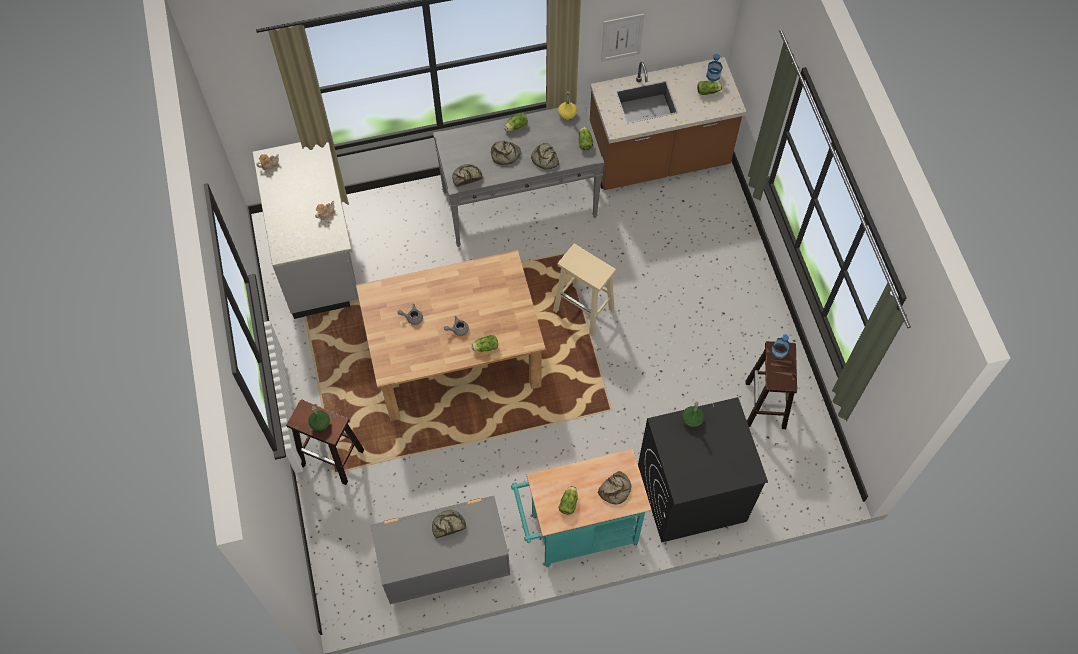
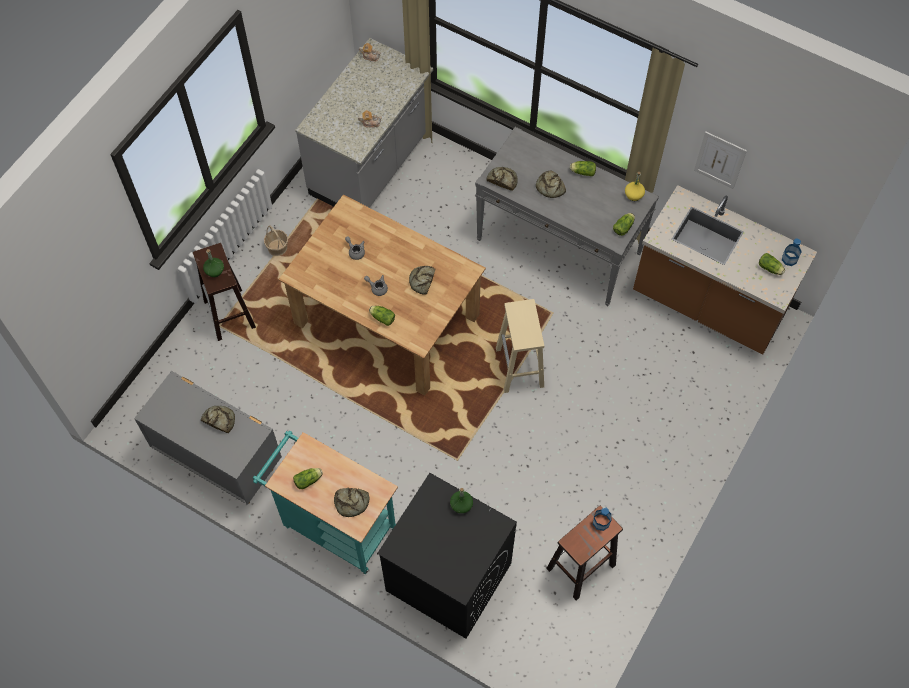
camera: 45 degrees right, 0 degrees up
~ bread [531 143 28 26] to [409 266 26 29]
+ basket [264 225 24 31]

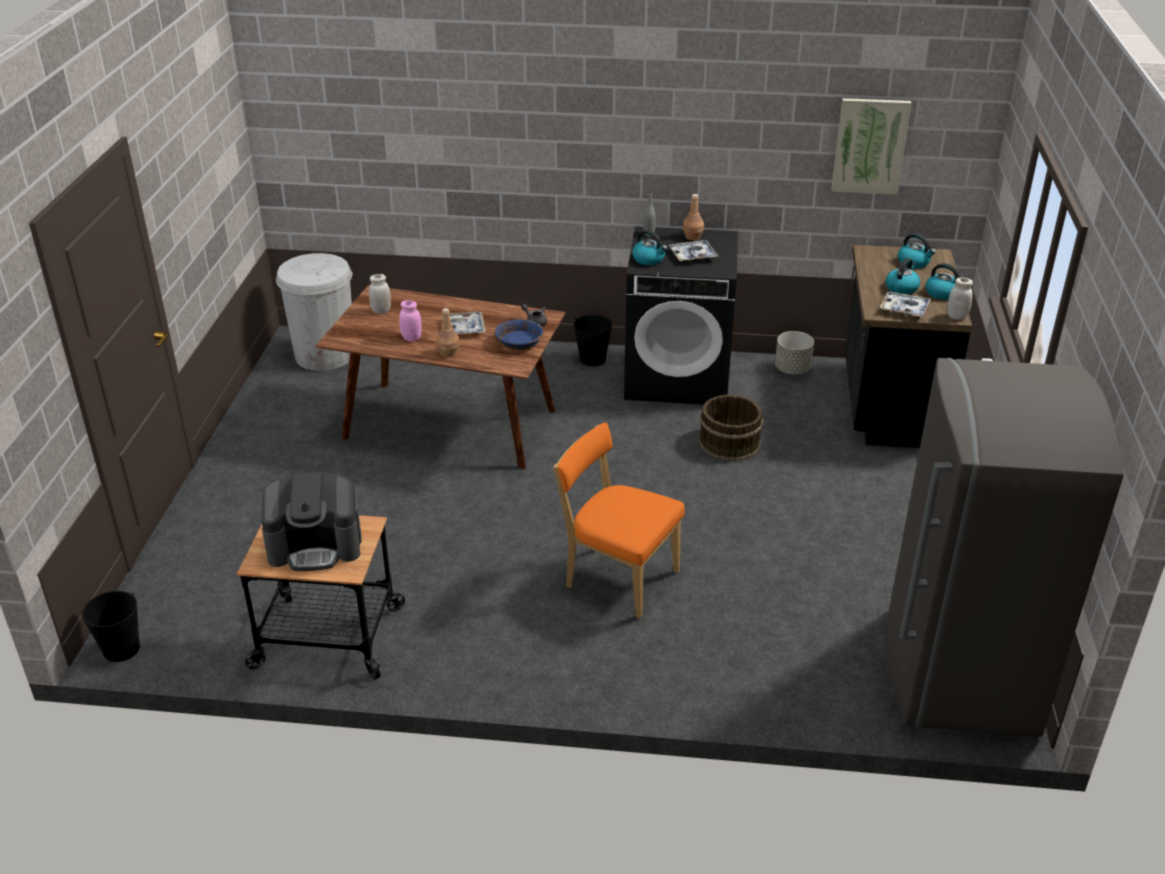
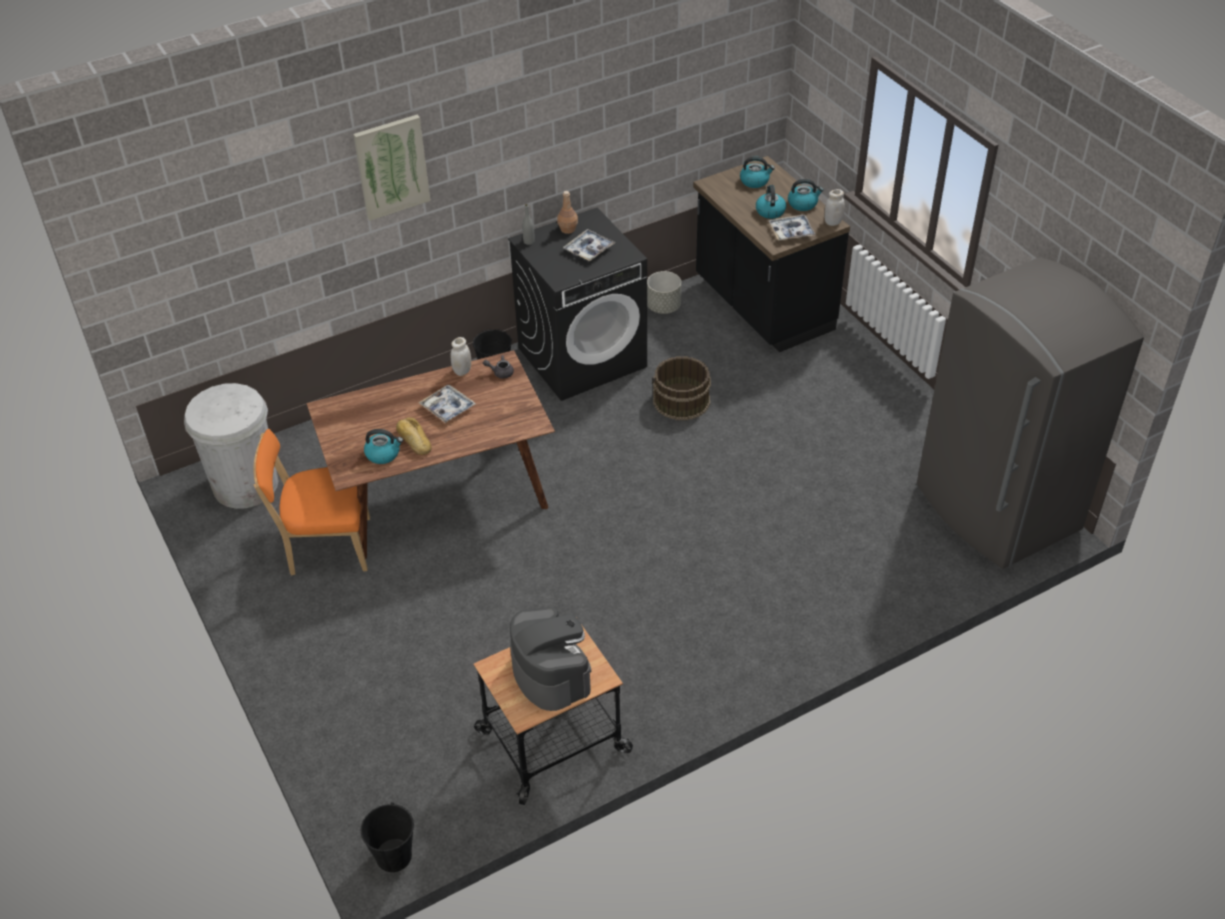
camera: 35 degrees left, 10 degrees up
~ coffee machine [261 472 101 99] = [510 607 81 104] 75 degrees counterclockwise
~ white jar [369 274 22 40] to [451 337 20 39]
~ pink jar [399 300 23 42] to bread [396 417 36 38]
- brown bottle [436 308 24 49]
- blue bowl [495 319 48 31]
~ orange chair [553 422 132 197] to [253 429 117 147]
~ kettle [632 230 35 35] to [364 429 39 35]
~ picture [831 98 80 97] to [353 115 78 106]

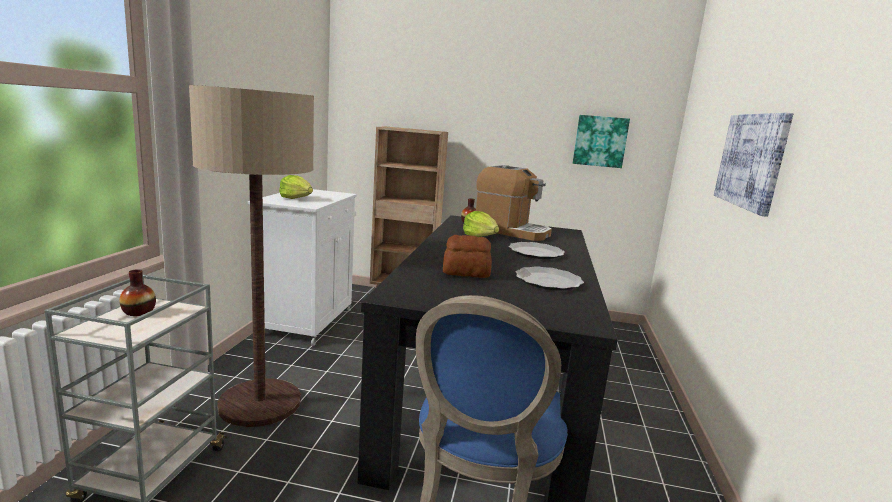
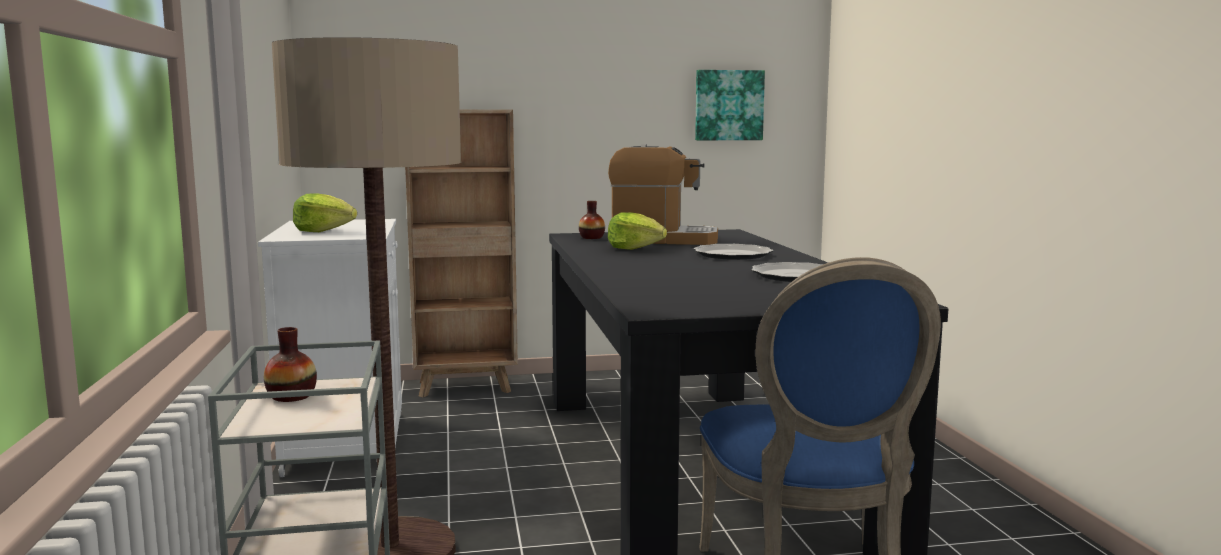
camera: 20 degrees left, 5 degrees down
- bread [443 235 49 43]
- picture [714 113 80 104]

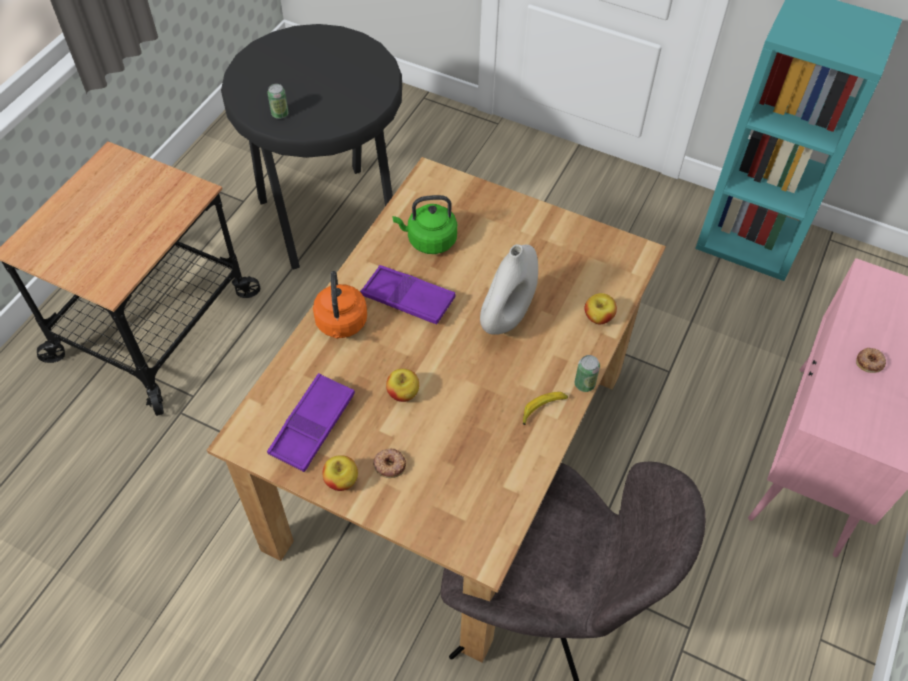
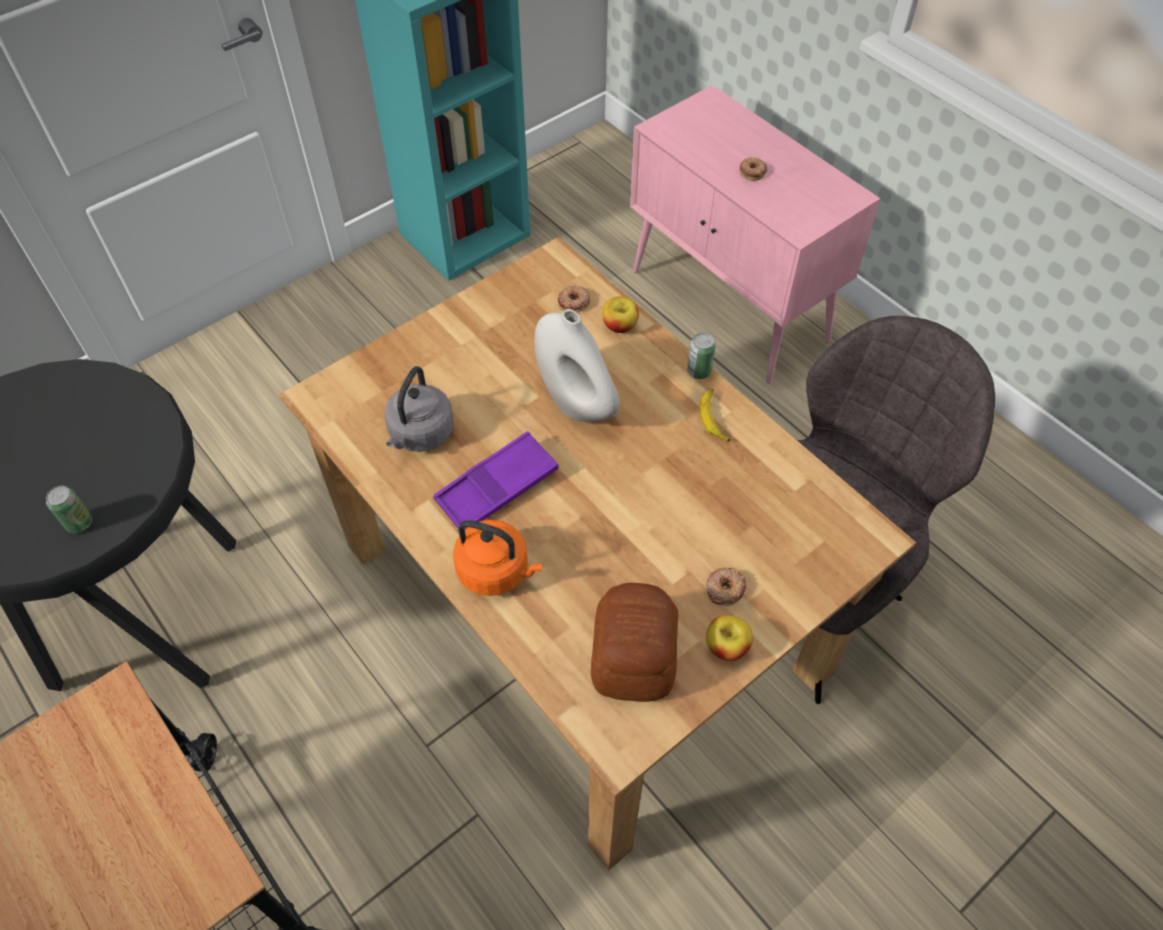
camera: 65 degrees left, 0 degrees up
~ purple tray [267 373 88 99] to bread [591 583 87 119]
- apple [386 369 33 33]
~ green kettle [392 195 65 59] to grey kettle [385 366 69 86]
+ donut [558 285 32 27]

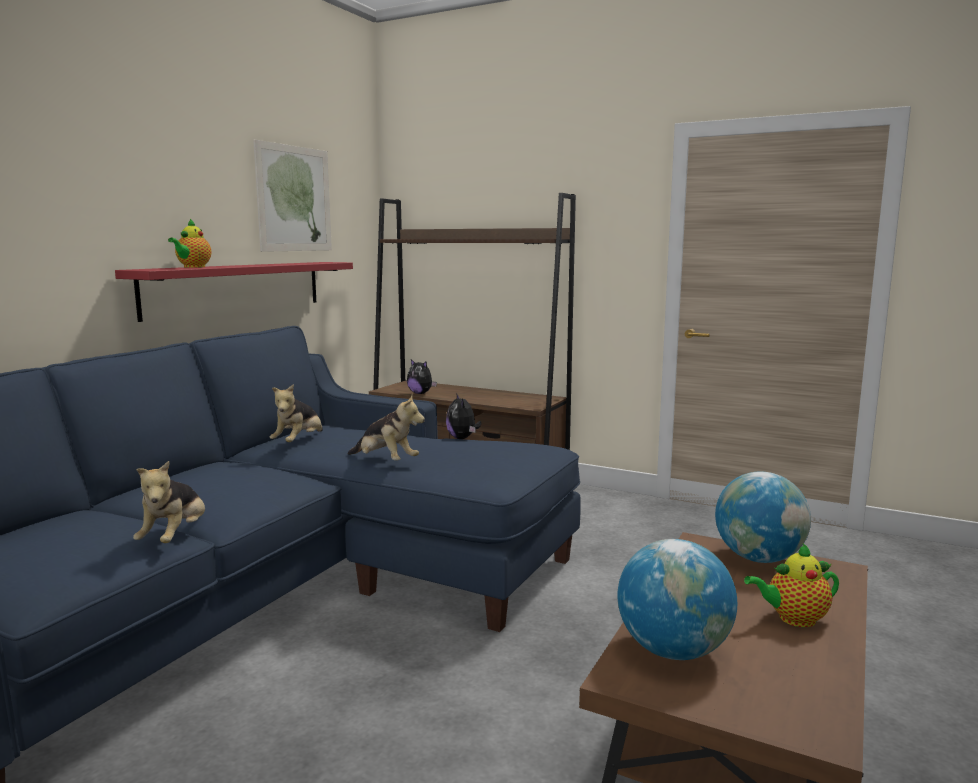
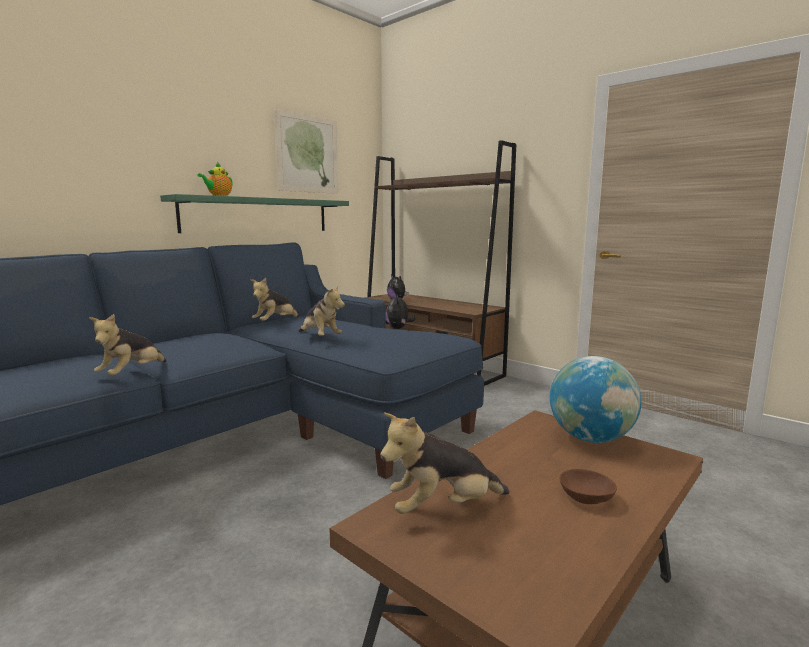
camera: 15 degrees right, 0 degrees up
~ red shelf [115 262 238 60] to green shelf [160 194 189 39]
~ globe [618 539 119 121] to plush toy [381 412 129 102]
~ teapot [744 544 95 83] to brown bowl [560 469 57 35]

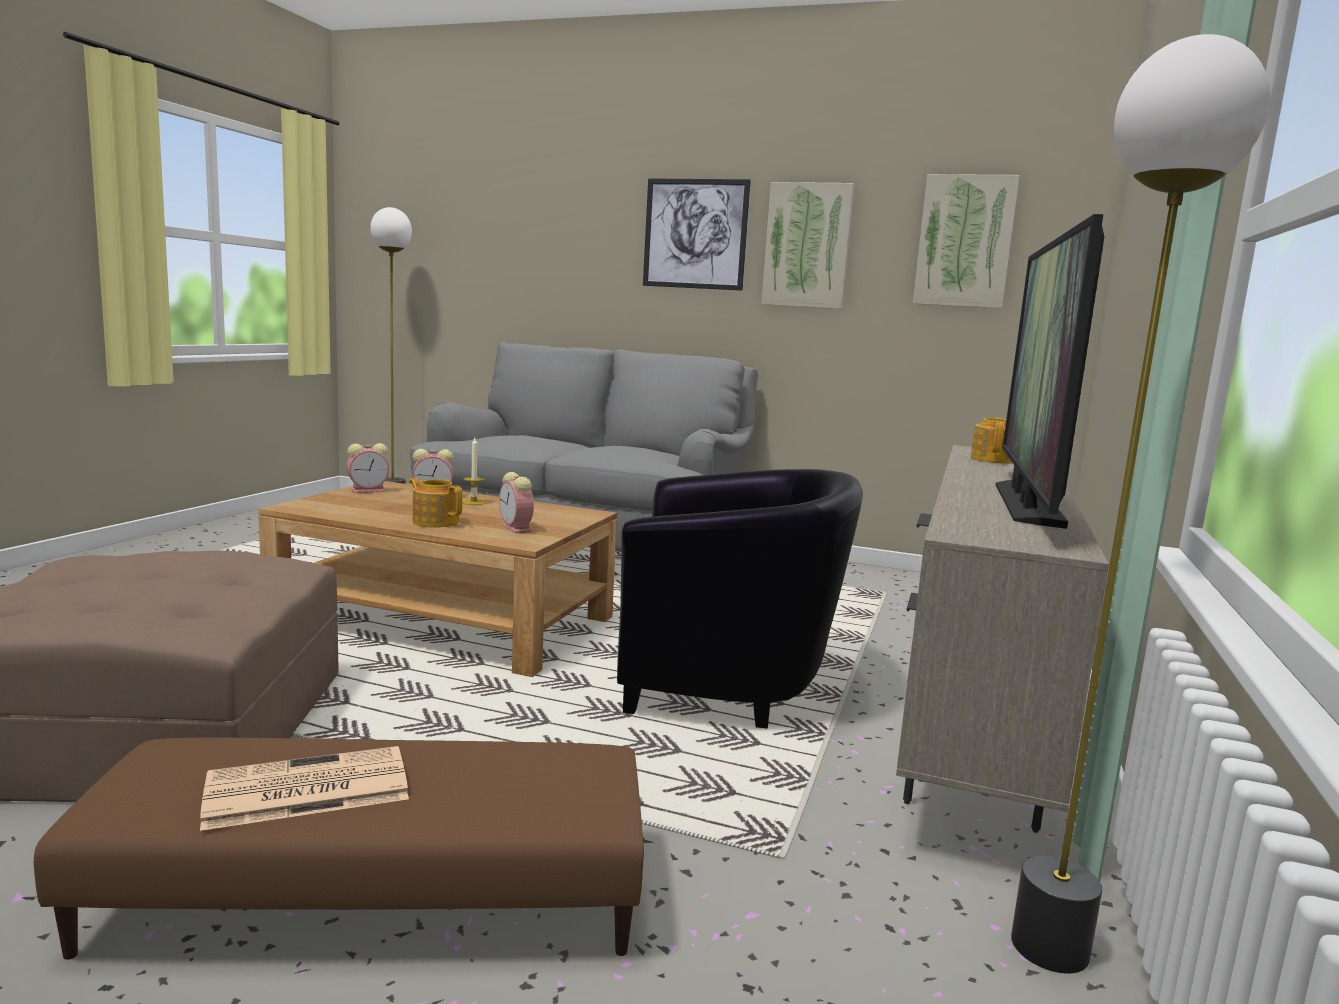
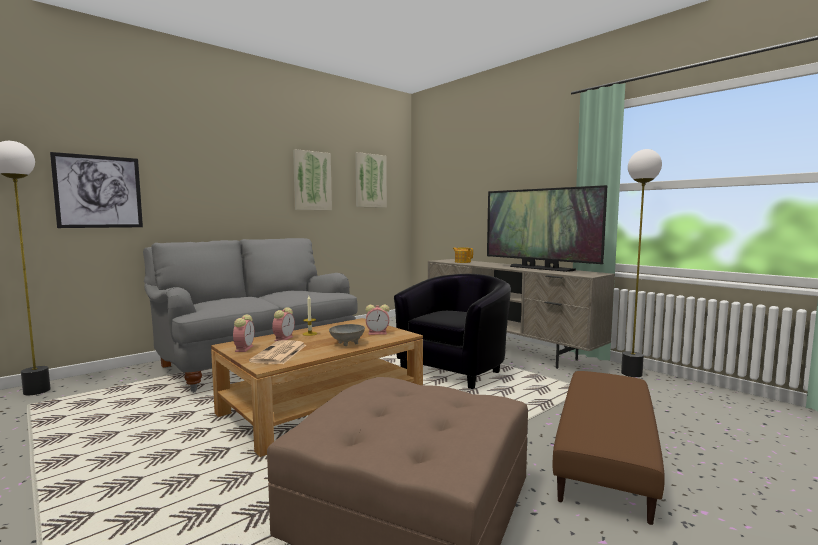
camera: 60 degrees left, 5 degrees down
~ newspaper [200 746 209 85] to [249 340 57 24]
~ teapot [409 478 54 50] to grey bowl [329 324 36 22]
~ picture [643 178 108 113] to [50 152 93 76]

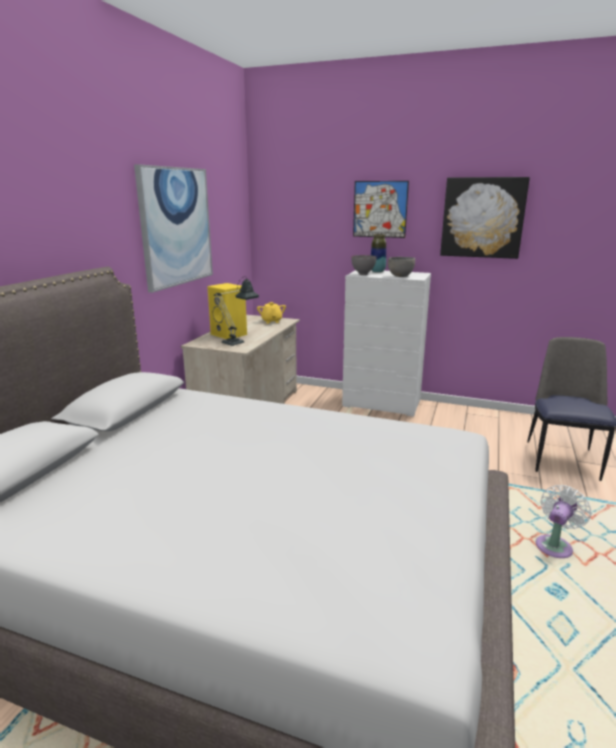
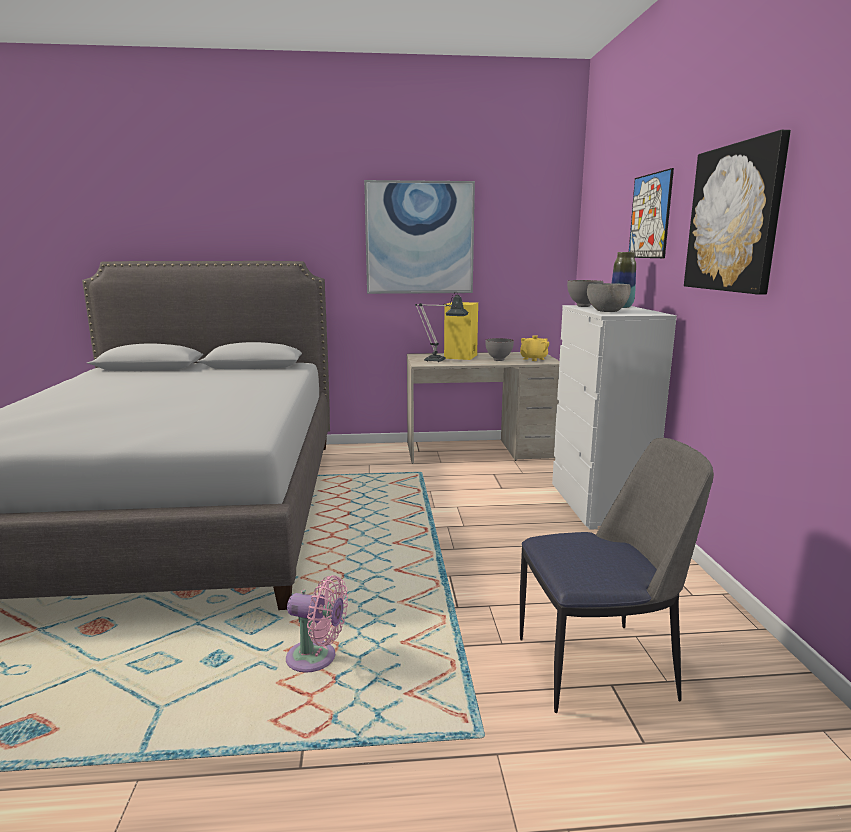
camera: 65 degrees right, 5 degrees down
~ white fan [536 485 56 73] to pink fan [286 575 62 98]
+ grey bowl [485 338 29 23]

